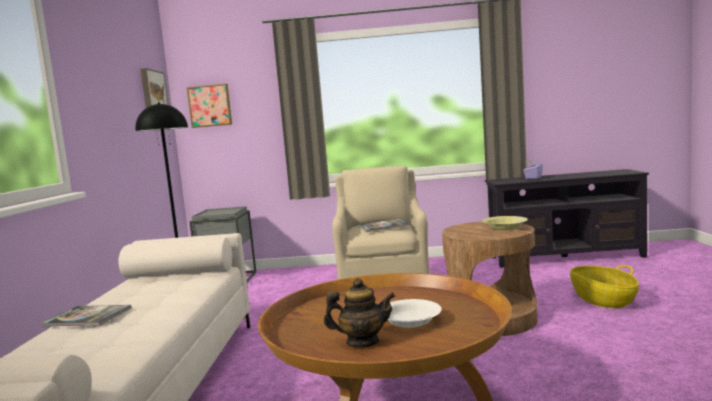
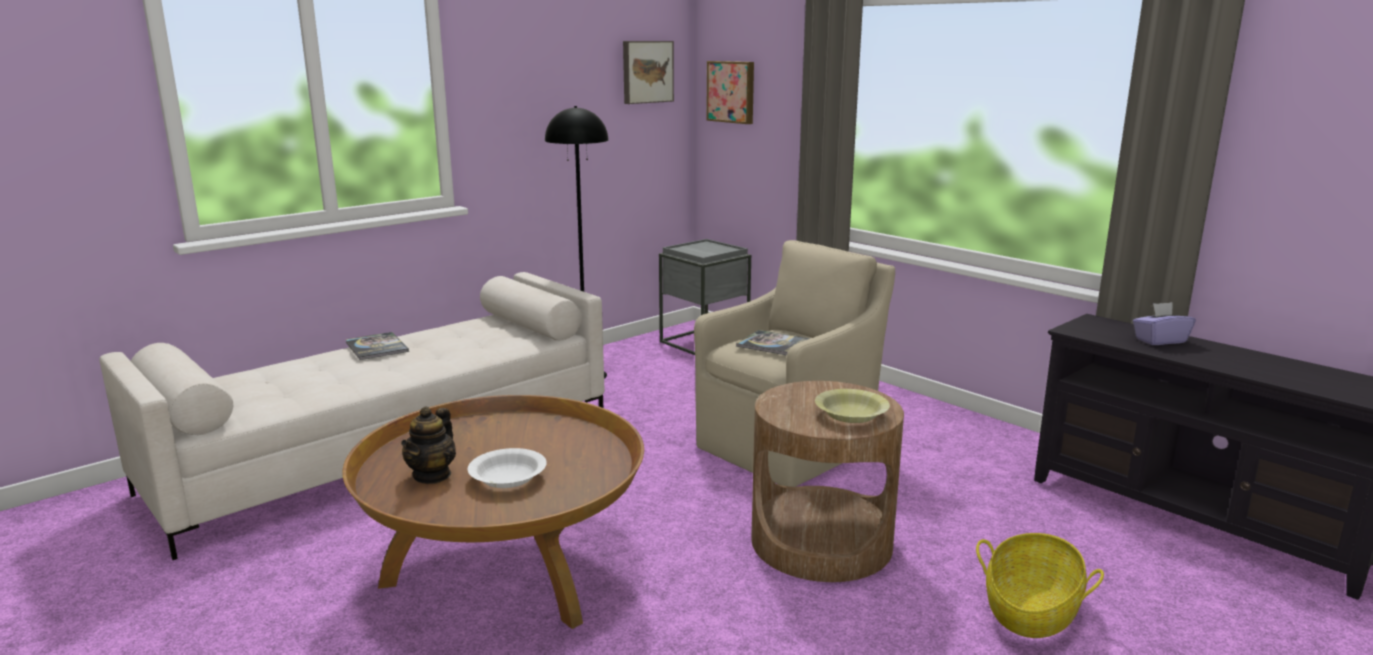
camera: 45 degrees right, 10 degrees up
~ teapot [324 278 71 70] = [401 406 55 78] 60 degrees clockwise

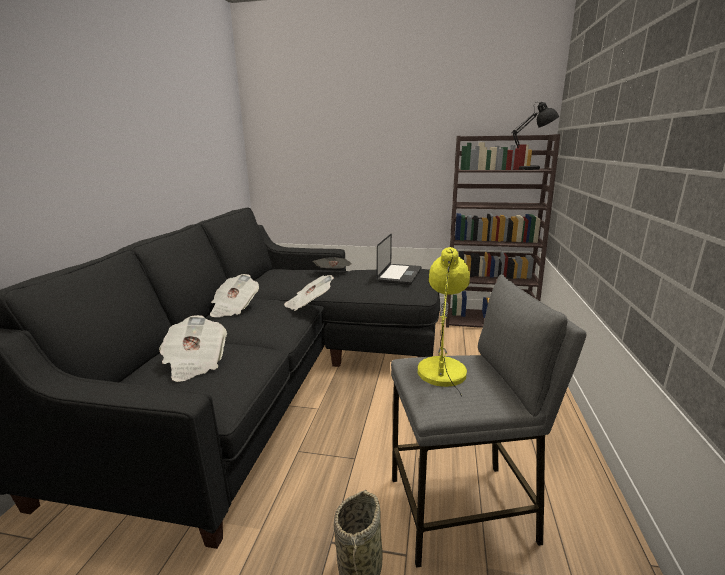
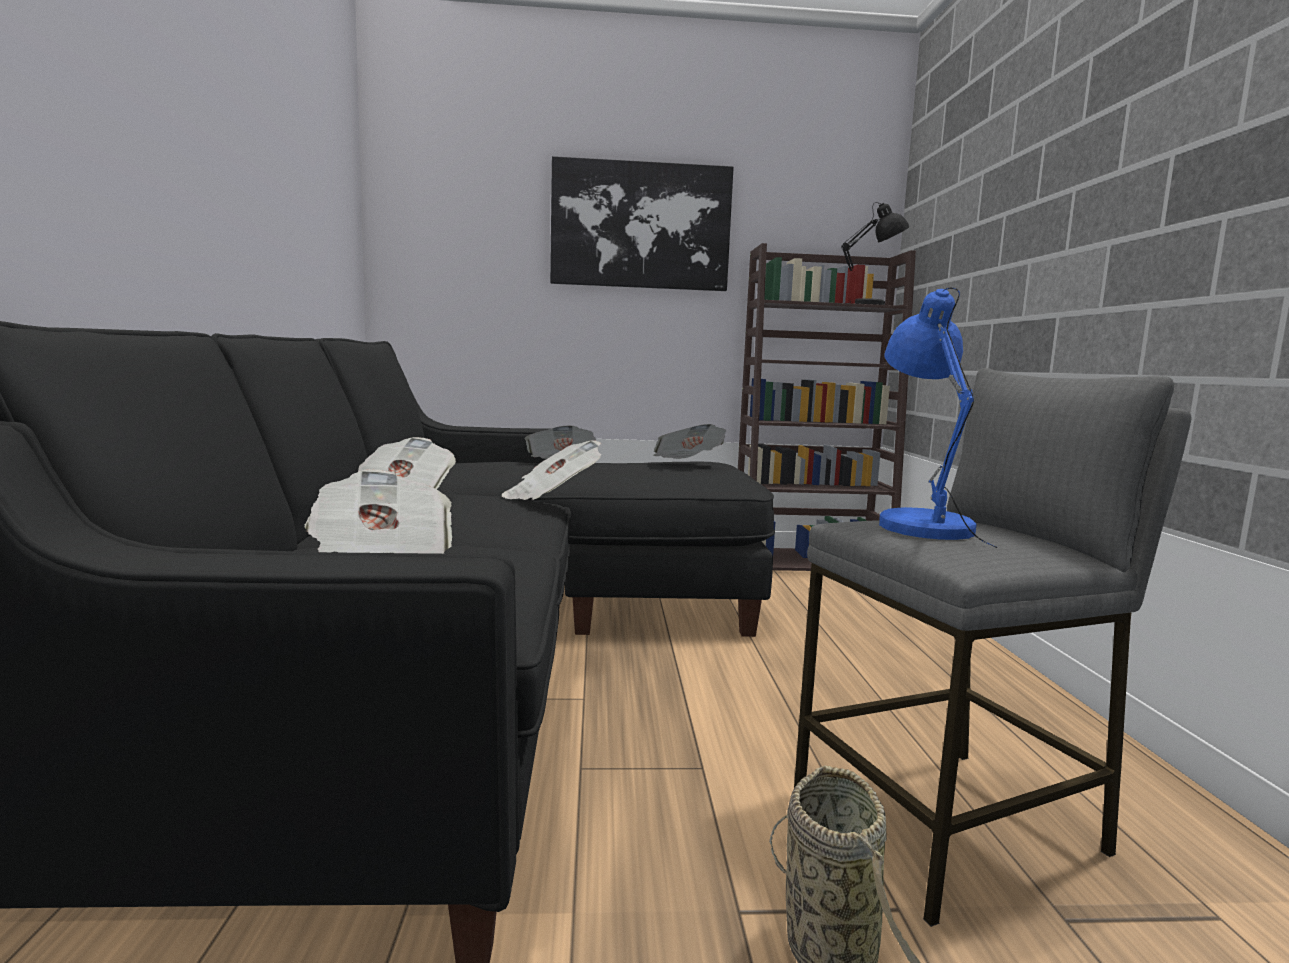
camera: 15 degrees left, 10 degrees down
~ laptop [377 234 45 51] to newspaper [653 424 73 35]
~ yellow table lamp [418 247 52 150] to blue table lamp [879 288 119 260]
+ picture [550 156 184 135]

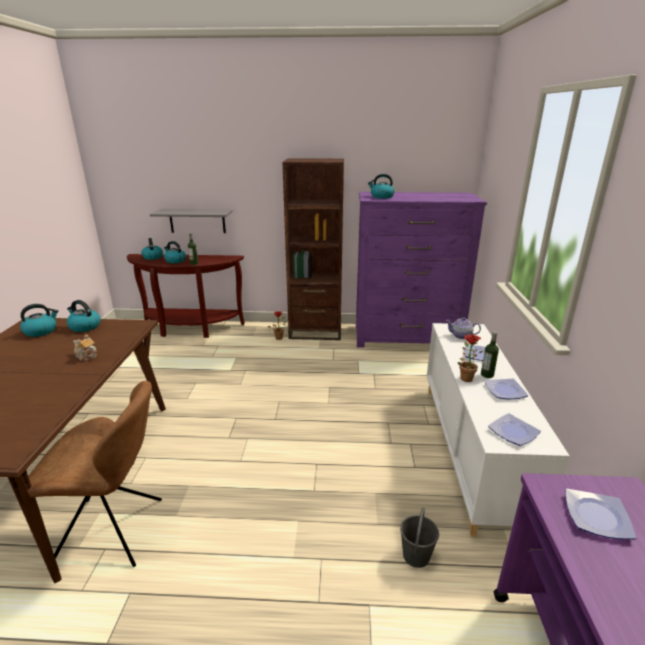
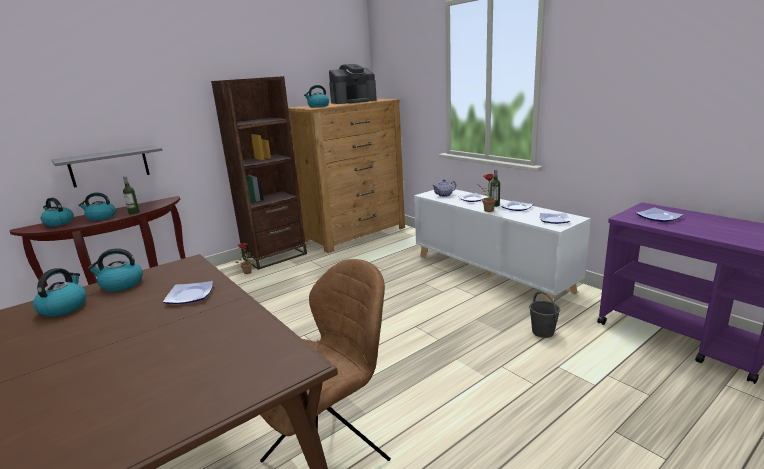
camera: 40 degrees left, 5 degrees down
~ teapot [73 334 24 27] to plate [163 281 50 23]
~ purple dresser [356 192 131 156] to brown dresser [288 99 117 154]
+ coffee machine [329 64 48 40]

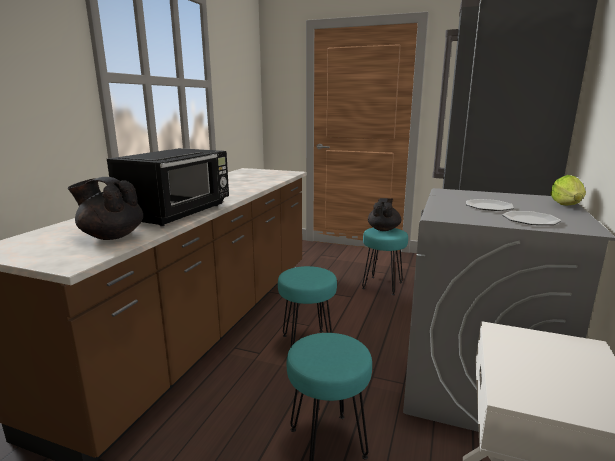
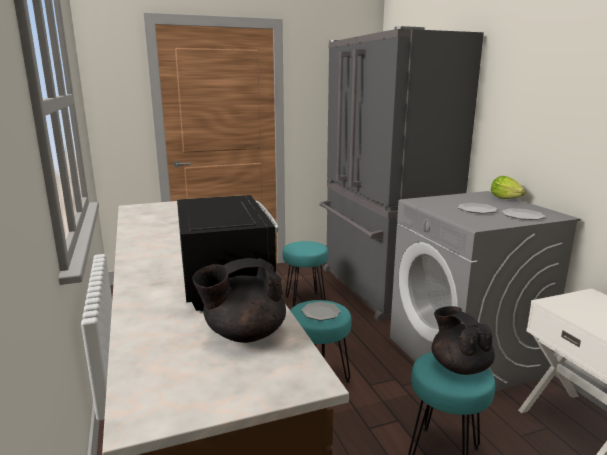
camera: 40 degrees left, 0 degrees up
~ black teapot [368 198 33 33] to [432 306 63 69]
+ plate [301 302 40 19]

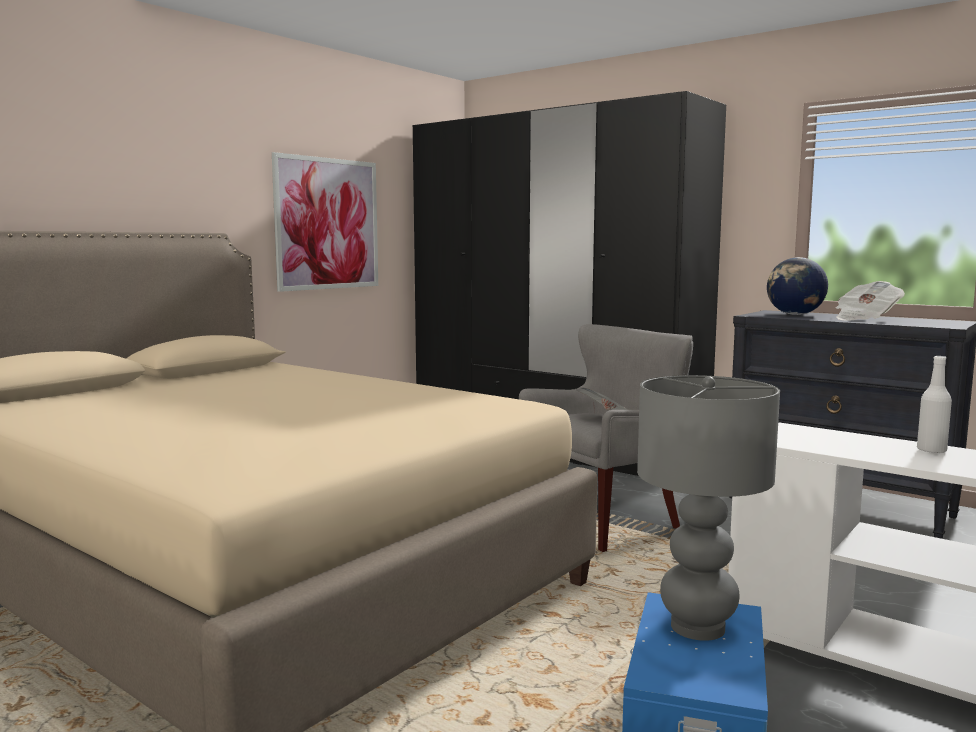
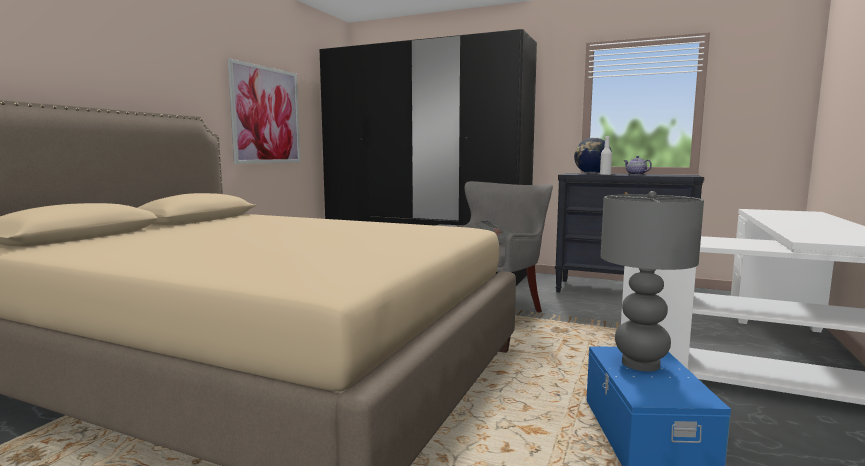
camera: 15 degrees left, 0 degrees up
~ newspaper [836 281 69 40] to teapot [624 156 28 19]
~ white bottle [917 356 35 98] to [600 136 12 39]

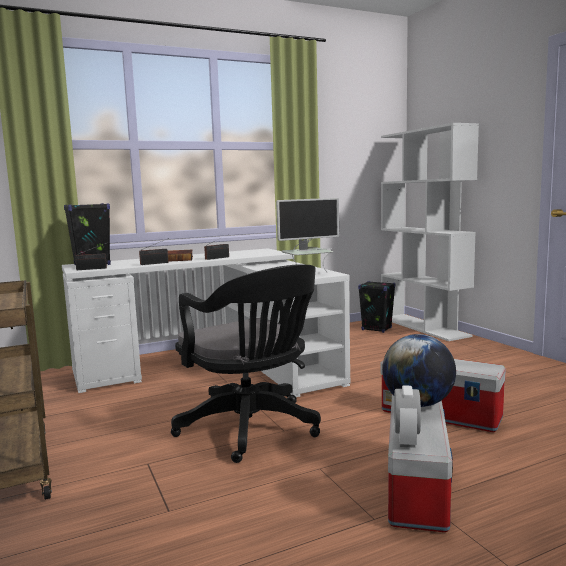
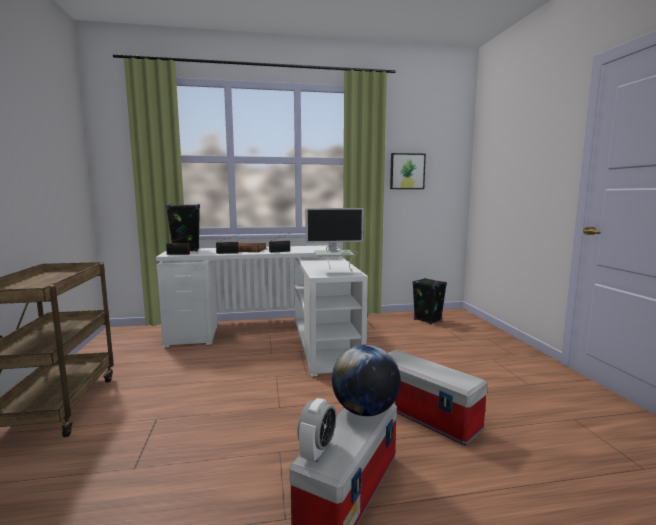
camera: 15 degrees right, 0 degrees up
- black office chair [171 264 150 199]
- white bookcase [381 123 98 218]
+ picture [390 153 36 36]

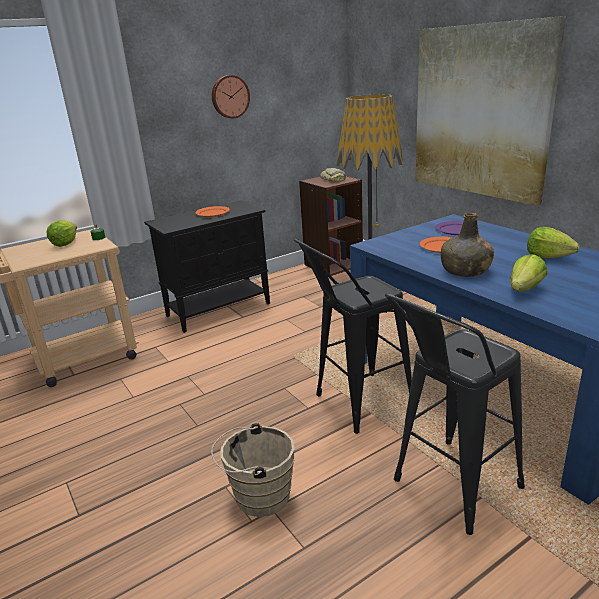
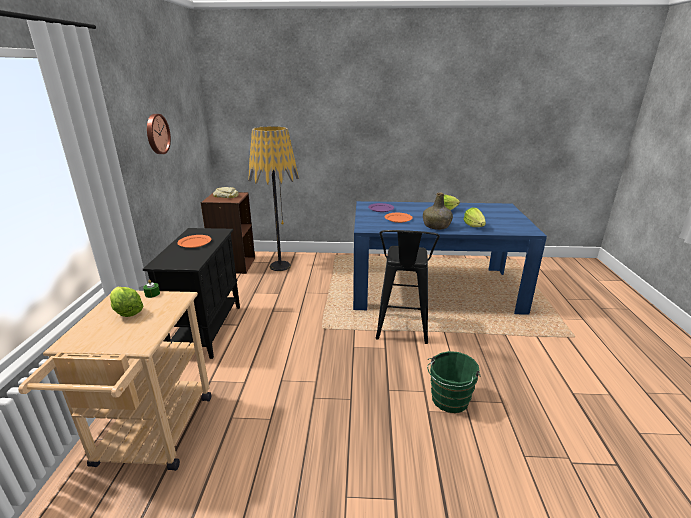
camera: 55 degrees left, 0 degrees up
~ beige bucket [211 423 84 94] to green bucket [427 351 54 62]
- black stool [385 293 140 242]
- picture [415 16 151 190]

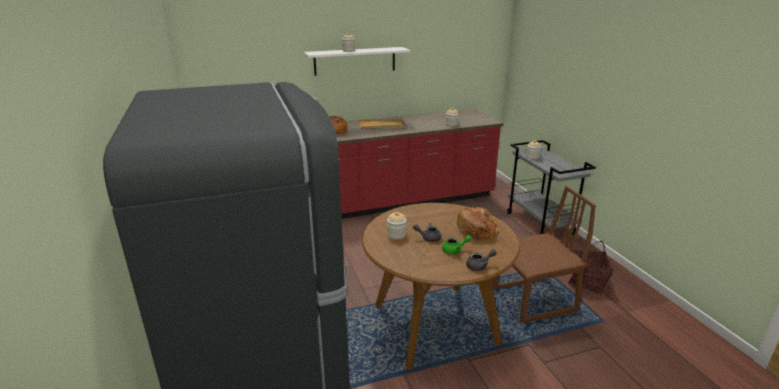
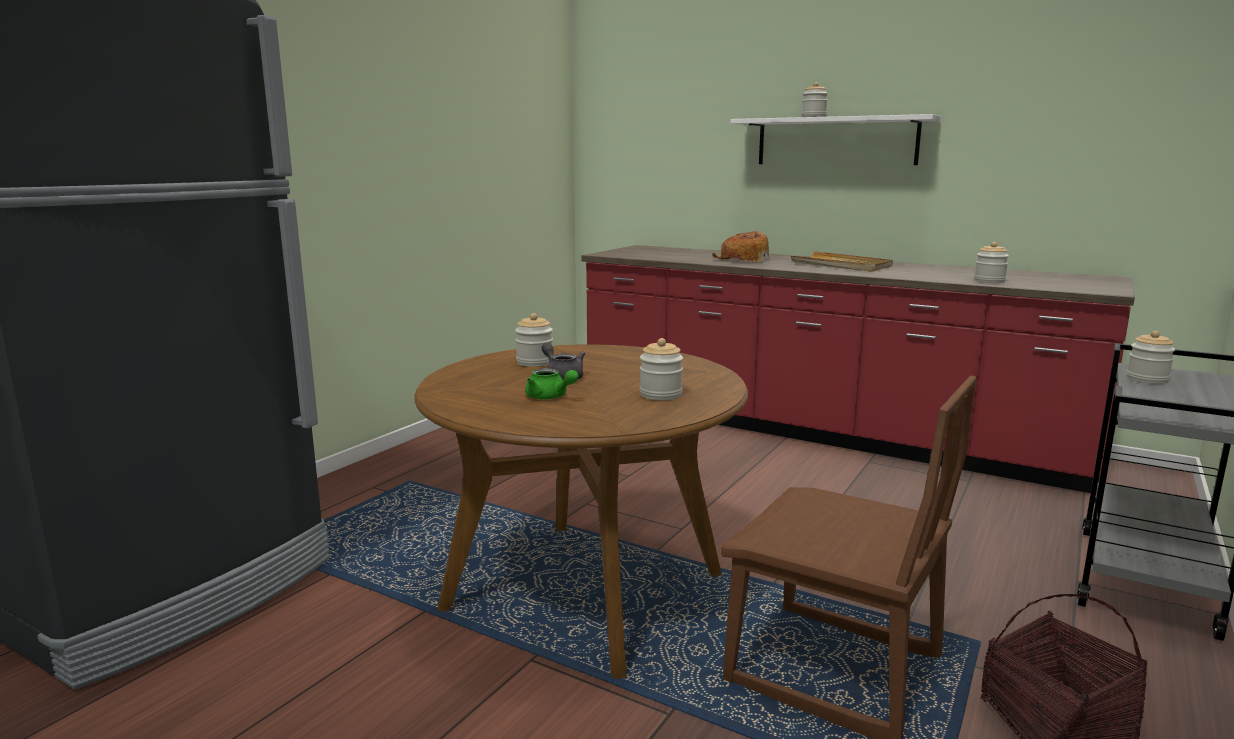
camera: 50 degrees right, 10 degrees down
~ bread [457 207 42 32] to jar [640 338 43 62]
- grey teapot [466 249 31 22]

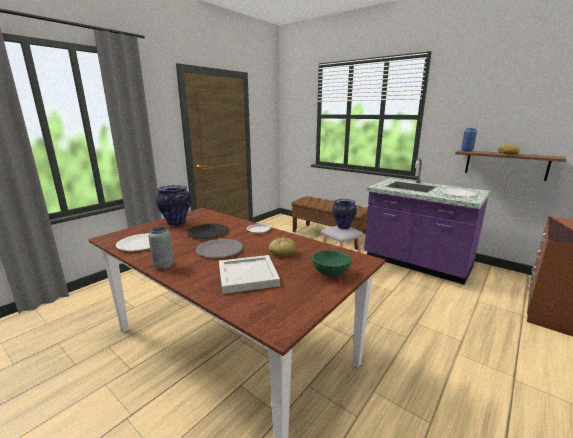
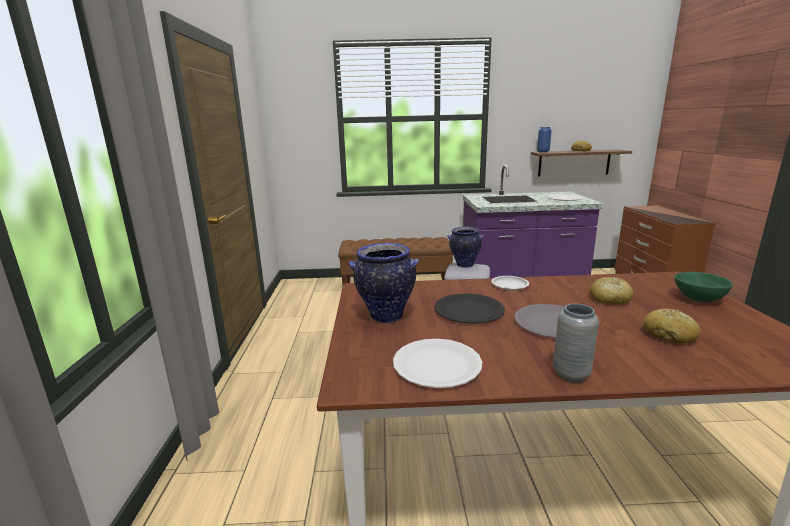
camera: 40 degrees left, 0 degrees up
~ white tray [219 255 61 39] to bread [643 309 58 35]

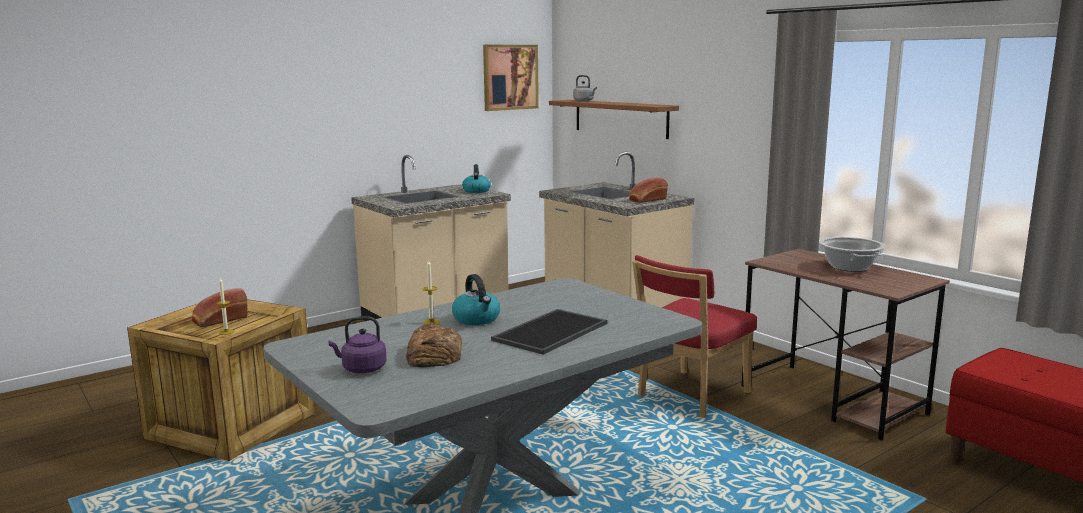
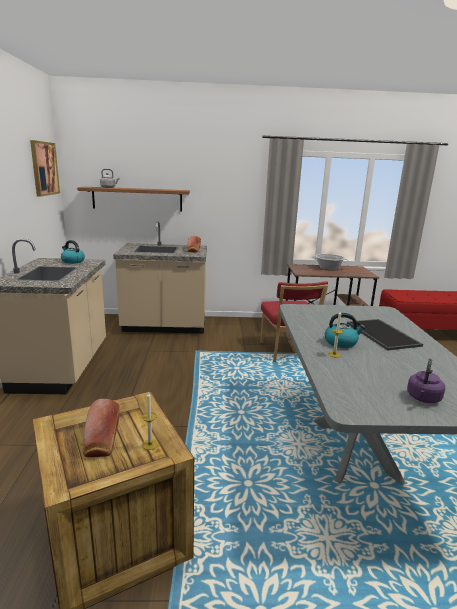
camera: 55 degrees left, 5 degrees up
- bread [406 323 56 44]

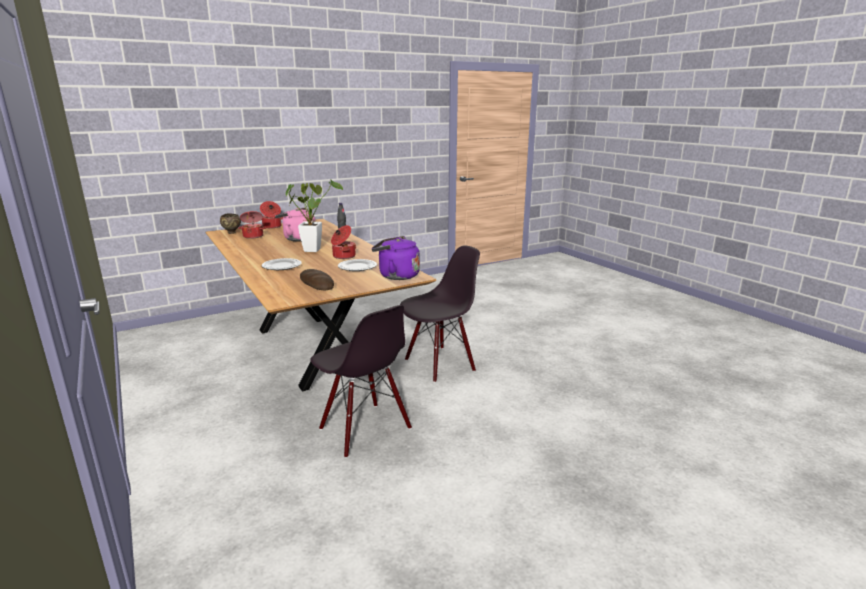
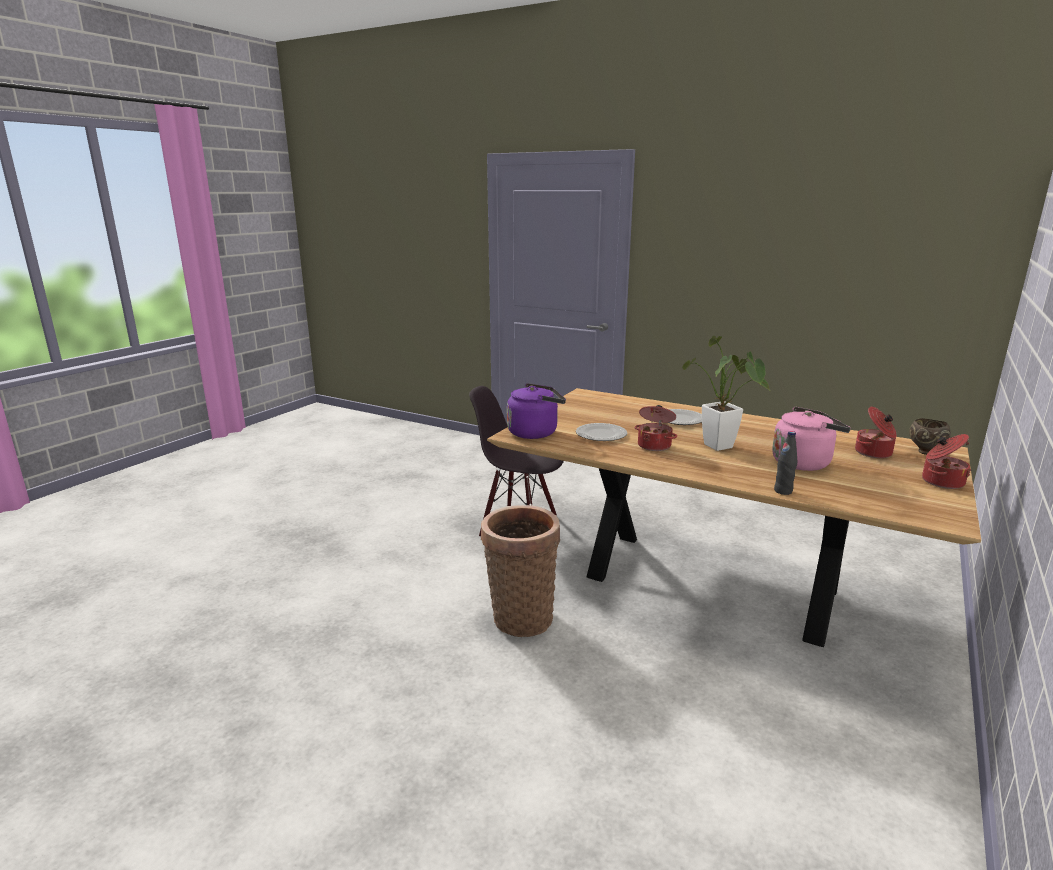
camera: 150 degrees right, 0 degrees up
- bread [300 269 34 21]
~ black chair [400 245 80 138] to basket [481 505 79 132]

